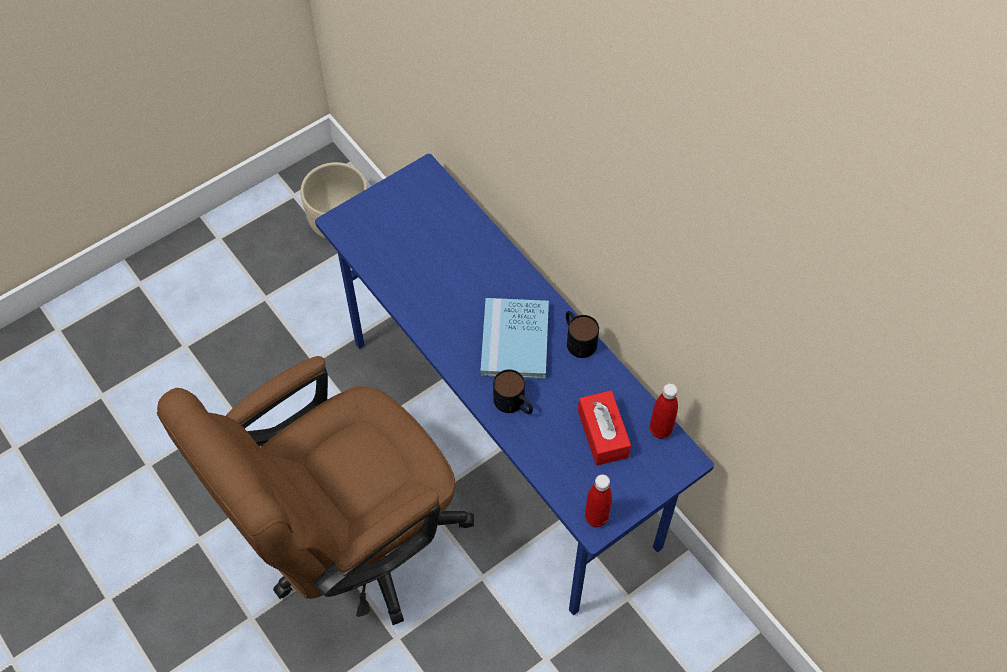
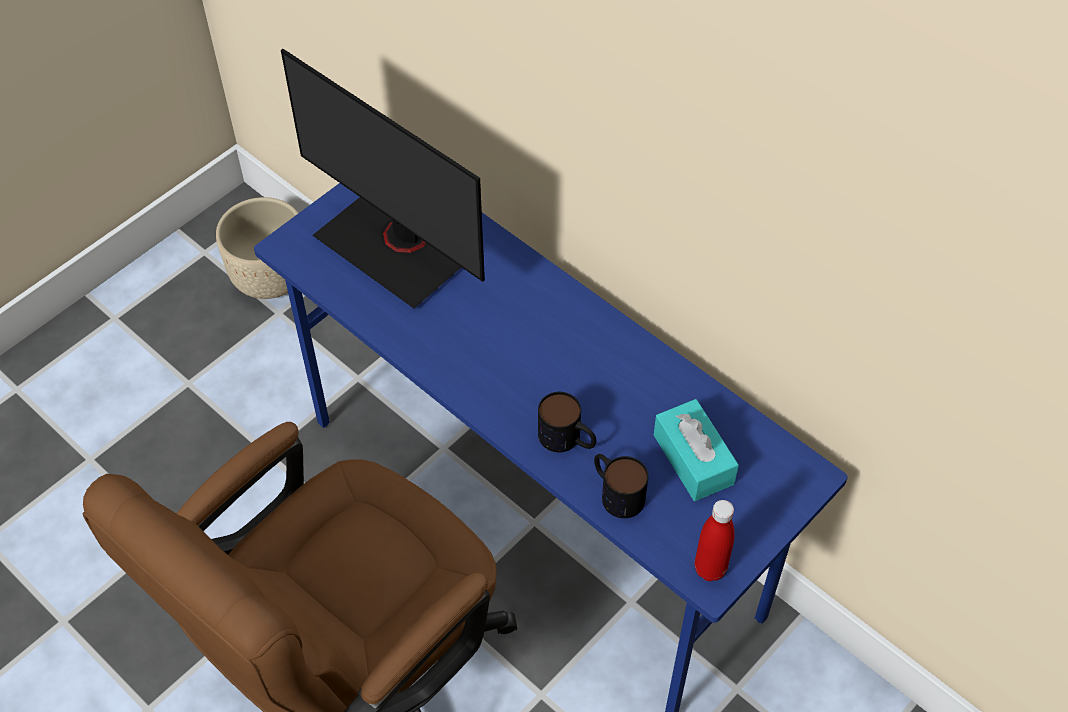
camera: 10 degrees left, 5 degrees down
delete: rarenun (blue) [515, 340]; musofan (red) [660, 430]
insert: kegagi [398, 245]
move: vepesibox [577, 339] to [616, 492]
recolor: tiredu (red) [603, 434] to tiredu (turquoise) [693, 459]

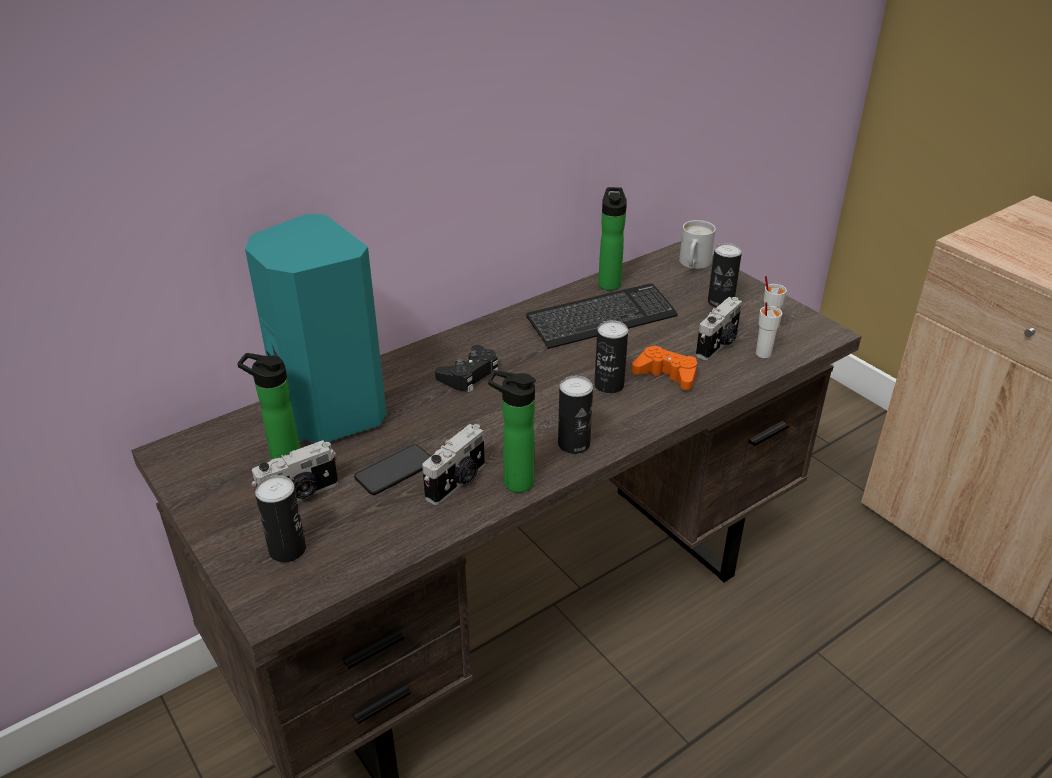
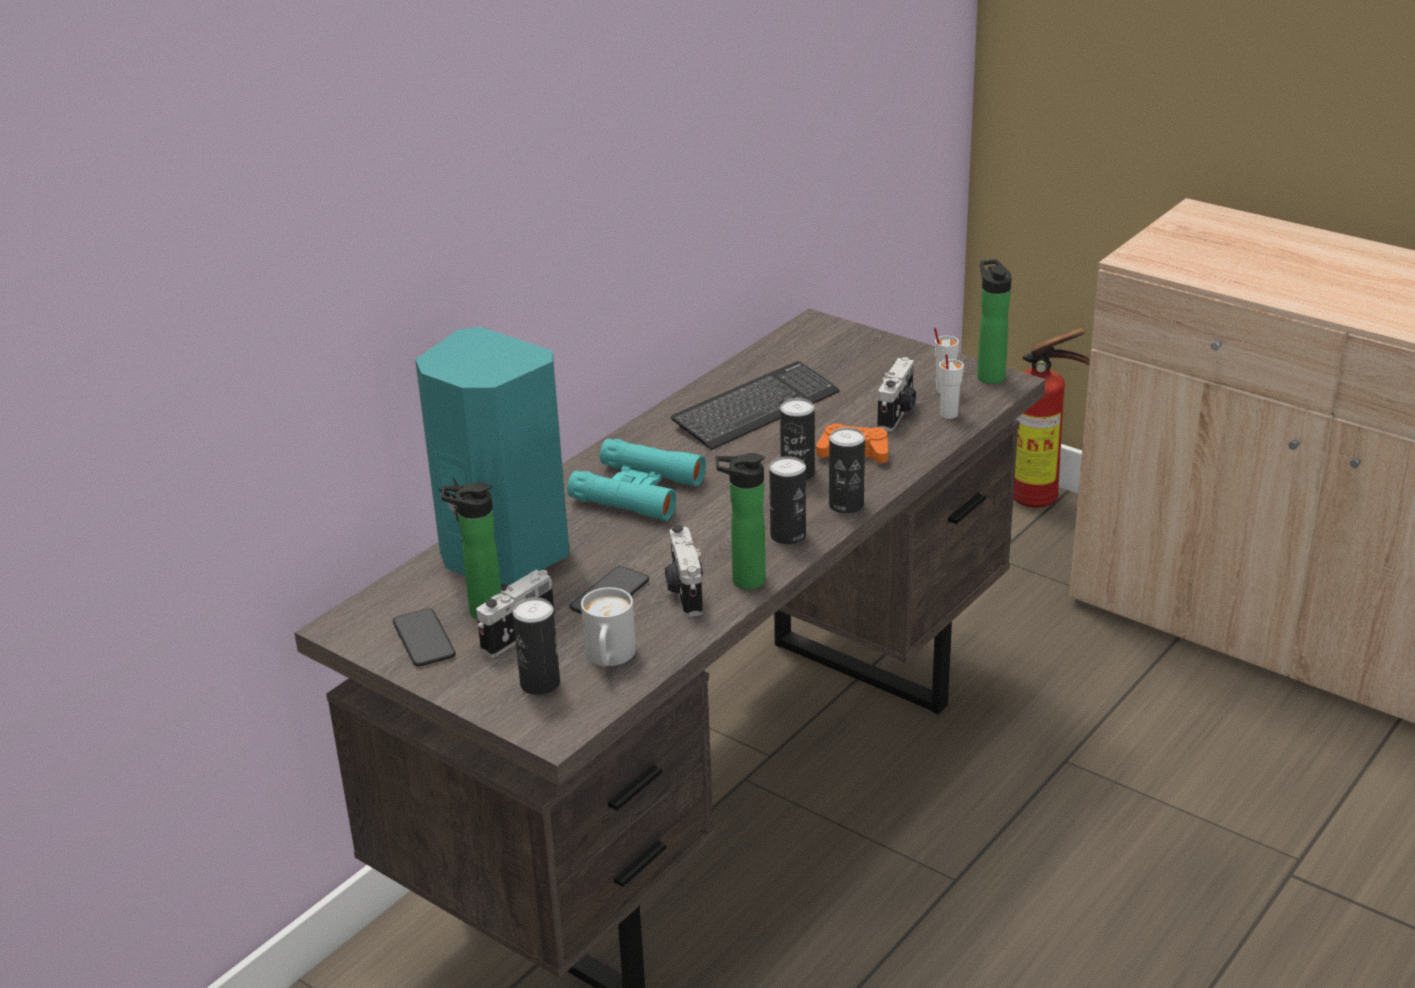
camera: 15 degrees left, 5 degrees down
insert: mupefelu [1041, 499]; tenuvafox [424, 639]
move: musofan [609, 283] to [989, 375]; vepesibox (white) [693, 264] to [609, 658]; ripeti [720, 302] to [846, 505]
replace: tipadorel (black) [470, 375] to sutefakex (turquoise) [637, 491]
rotate: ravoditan [458, 482] = [684, 592] 150 degrees clockwise

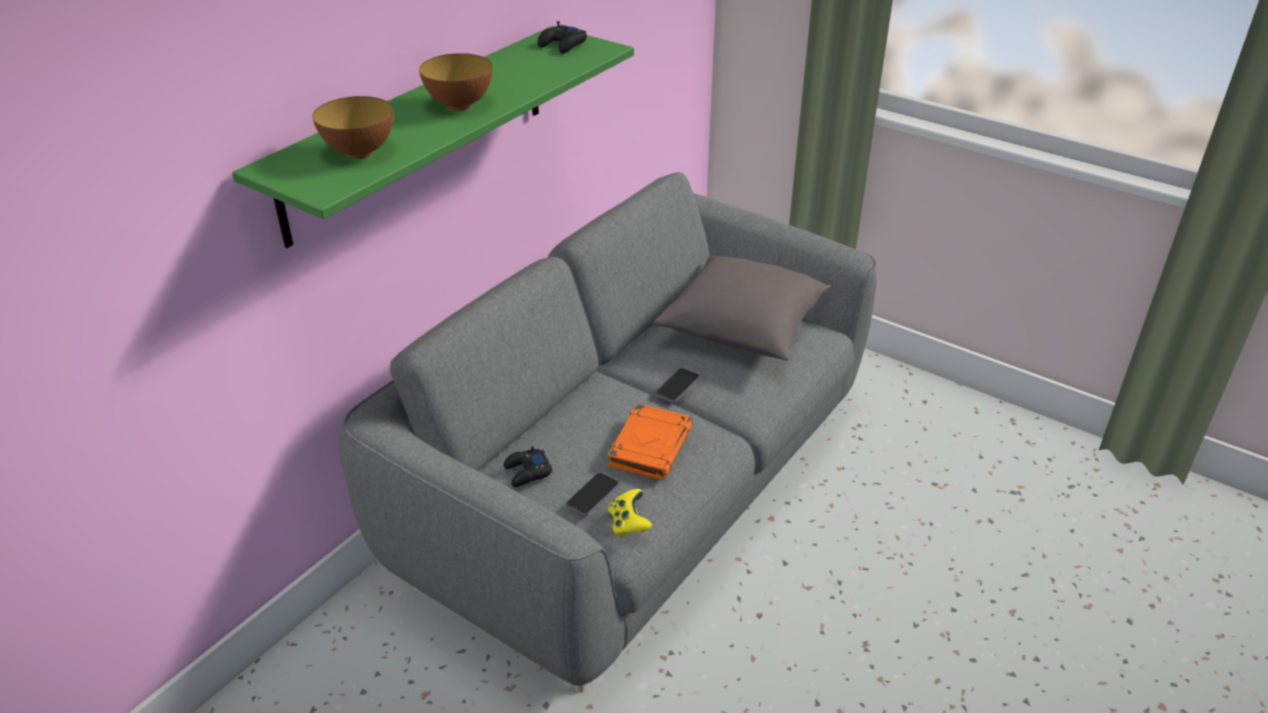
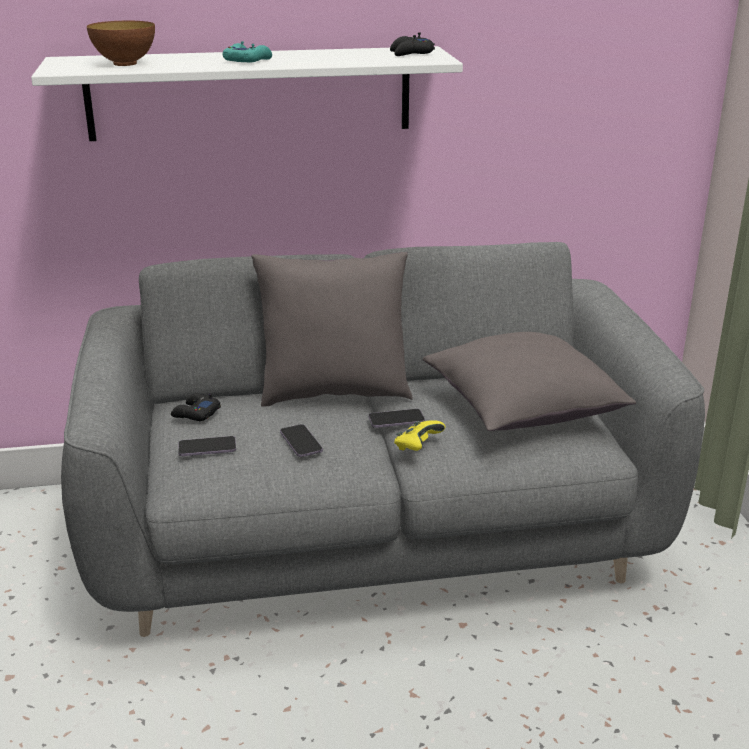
camera: 45 degrees right, 10 degrees down
insert: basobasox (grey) [334, 392]
move: tipadorel (yellow) [629, 523] to [417, 447]
replace: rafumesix [459, 105] to tipadorel (turquoise) [247, 60]; rarenun (orange) [650, 446] to tenuvafox [301, 442]
recolor: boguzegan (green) [419, 131] to boguzegan (white) [250, 93]

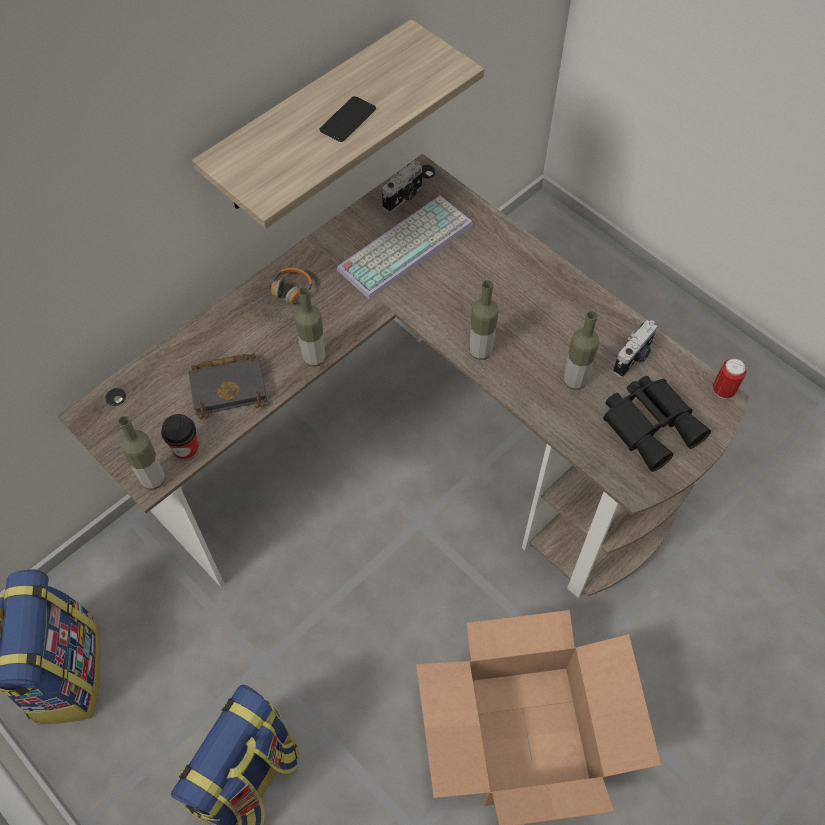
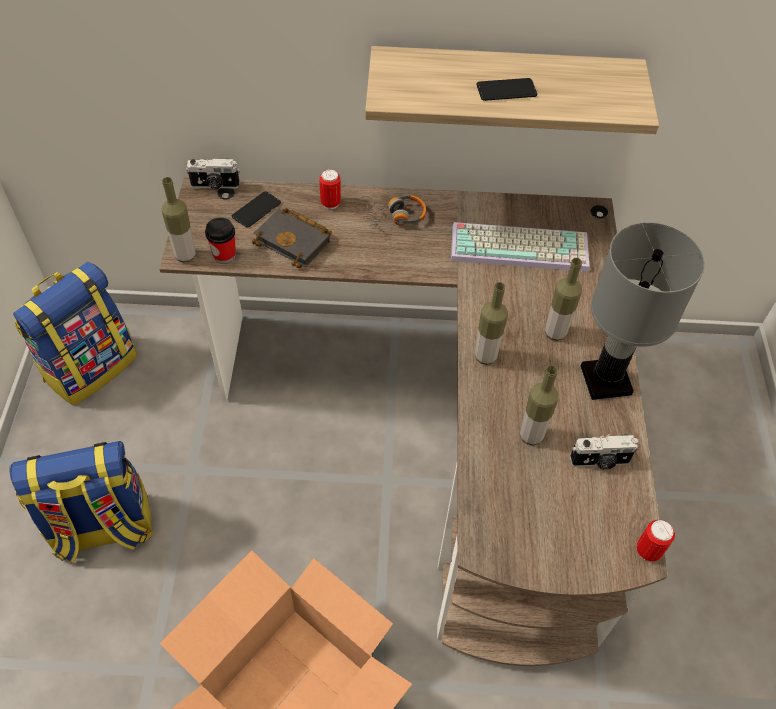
camera: 45 degrees right, 5 degrees down
delete: sutefakex (black) [651, 424]
insert: ripeti [330, 203]; tenuvafox [256, 210]; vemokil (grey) [606, 379]
move: ravoditan [404, 197] to [215, 185]; musofan [314, 358] to [555, 333]

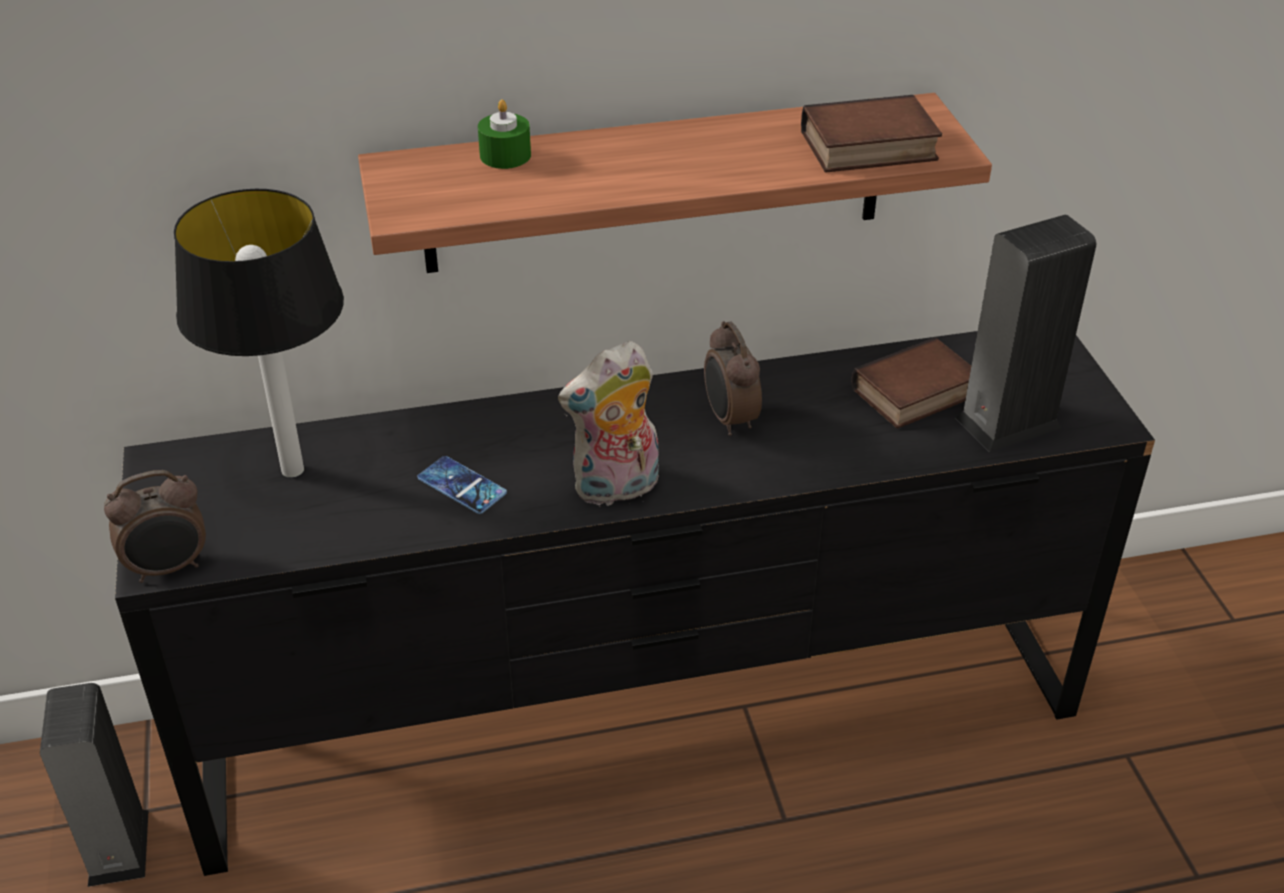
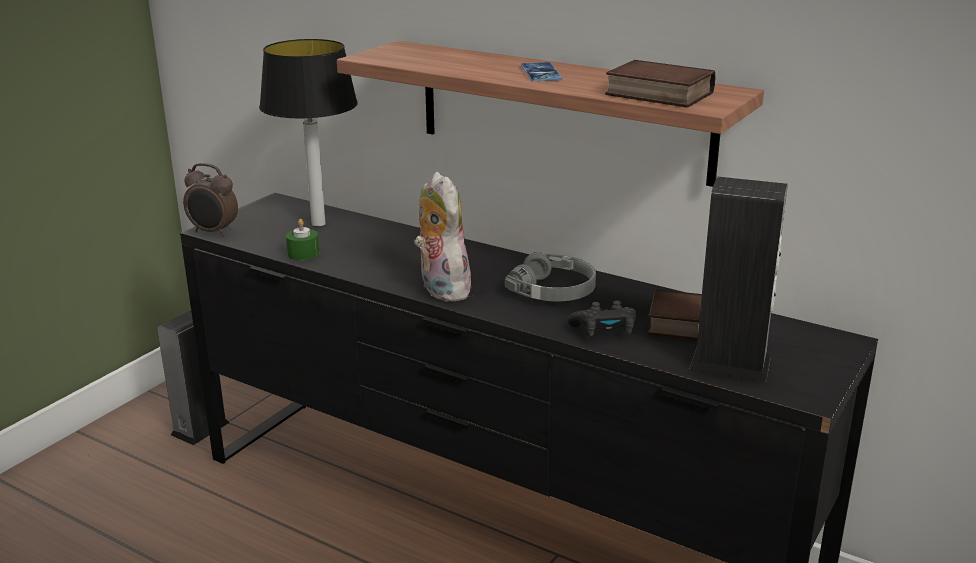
camera: 45 degrees right, 15 degrees down
insert: tipadorel (black) [605, 331]
move: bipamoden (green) [505, 155] to [303, 253]; tenuvafox [462, 485] to [541, 73]
replace: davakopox [729, 419] to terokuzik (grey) [554, 290]
rotate: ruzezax [616, 489] = [440, 289] 45 degrees clockwise

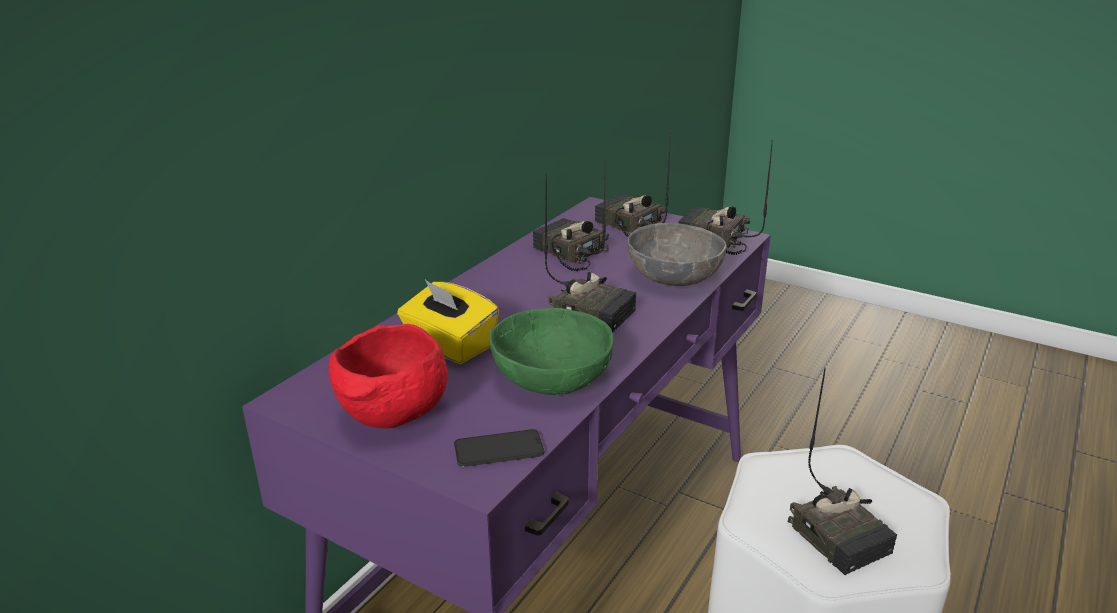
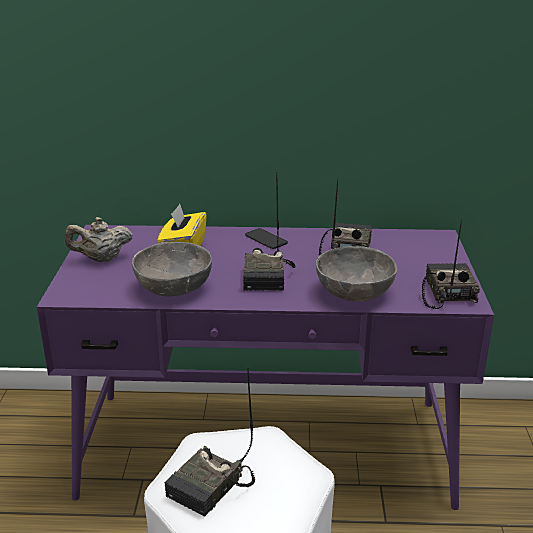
camera: 60 degrees right, 0 degrees up
delete: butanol [629, 226]
move: tenuvafox [499, 449] to [266, 239]
replace: rafumesix (red) [393, 417] to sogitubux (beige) [101, 259]
recolor: rafumesix (green) [551, 378] to rafumesix (grey) [174, 287]

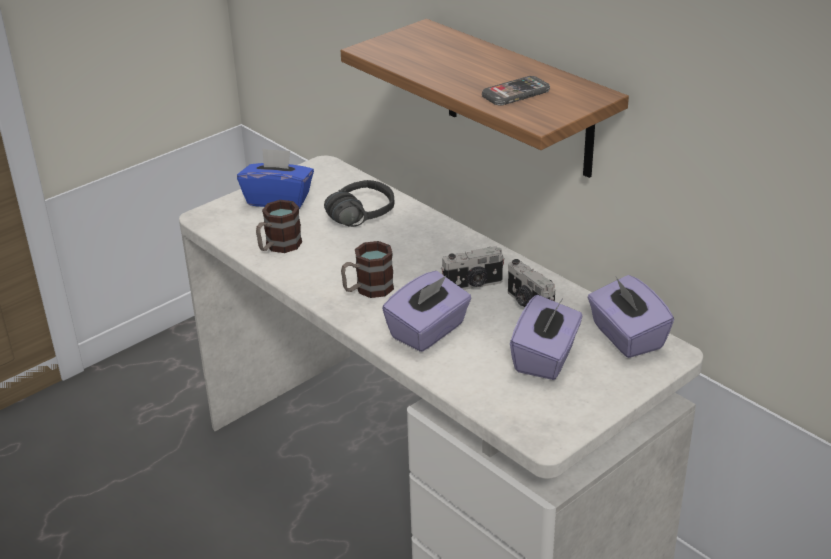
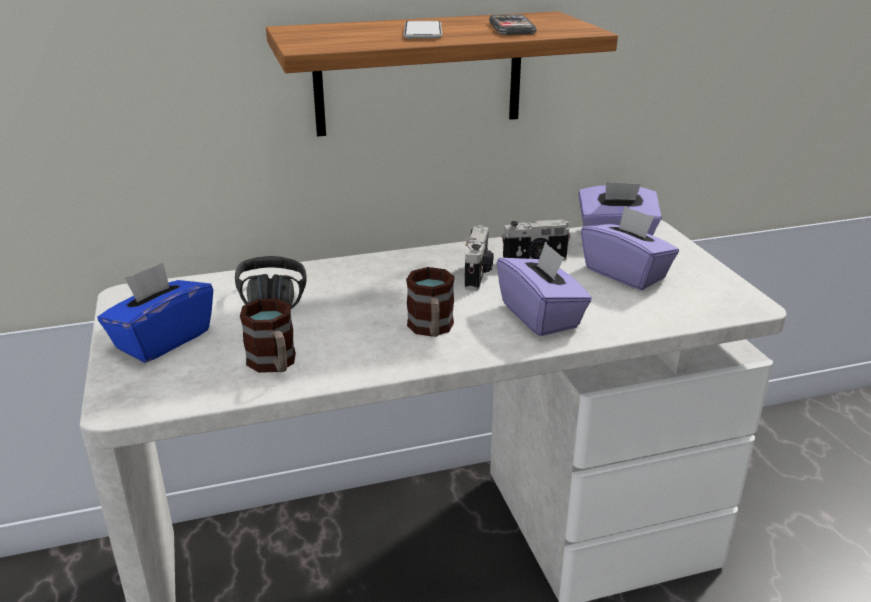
camera: 65 degrees left, 5 degrees down
insert: tenuvafox [423, 32]

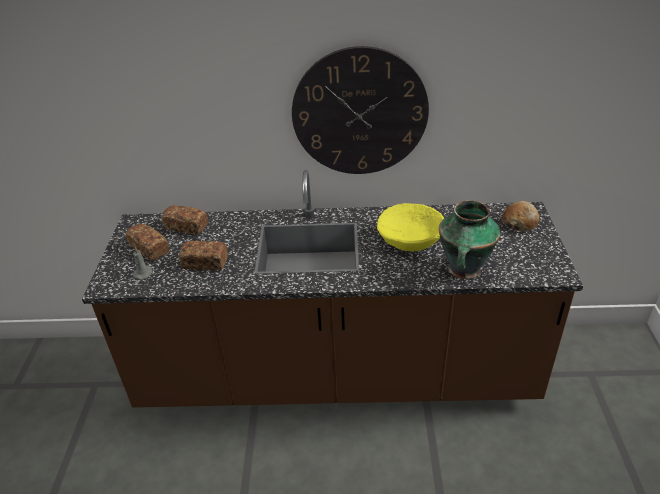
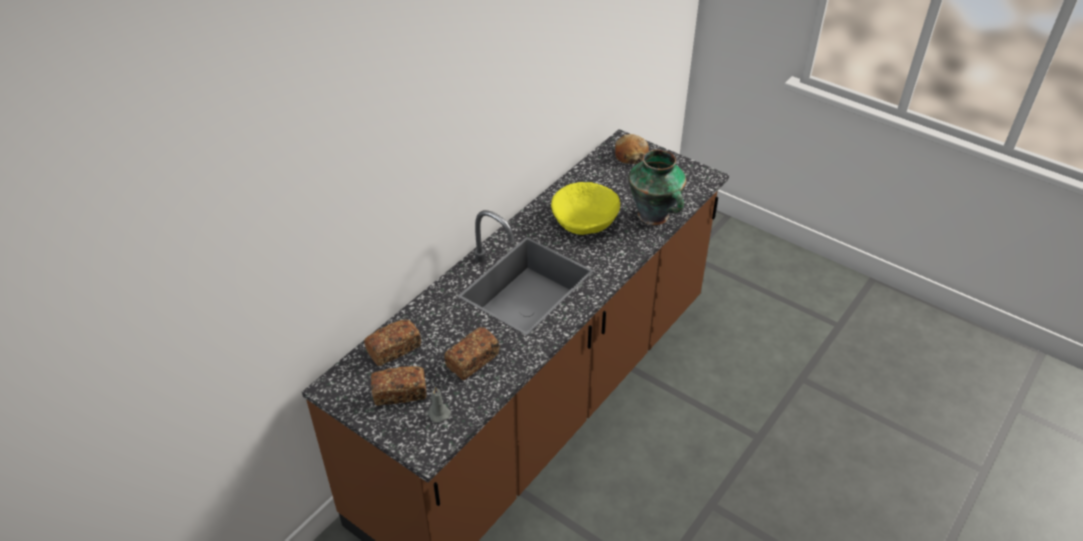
camera: 55 degrees left, 5 degrees up
delete: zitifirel [359, 113]

